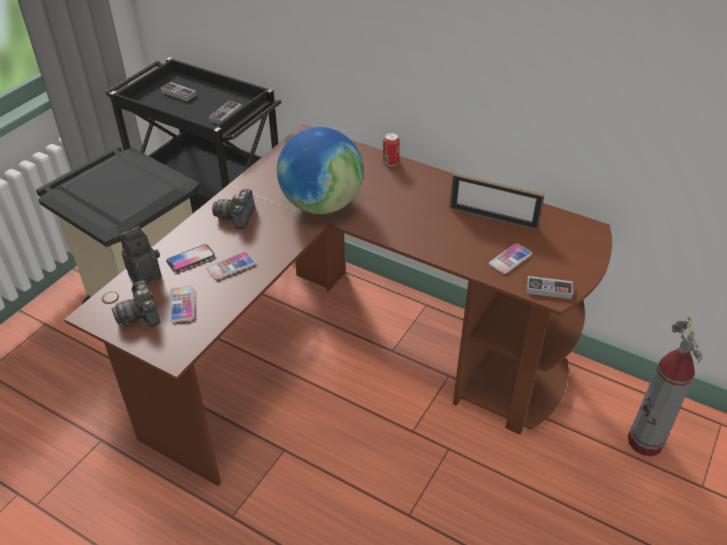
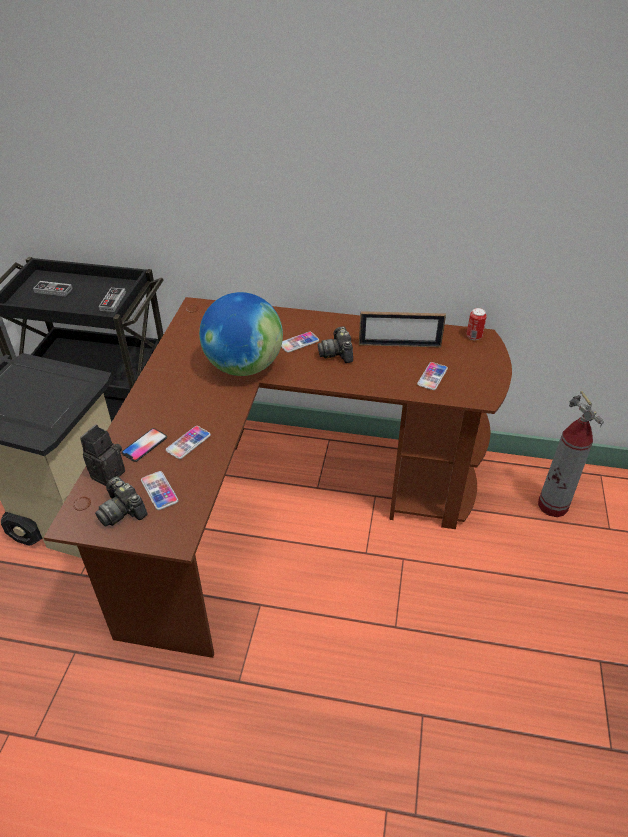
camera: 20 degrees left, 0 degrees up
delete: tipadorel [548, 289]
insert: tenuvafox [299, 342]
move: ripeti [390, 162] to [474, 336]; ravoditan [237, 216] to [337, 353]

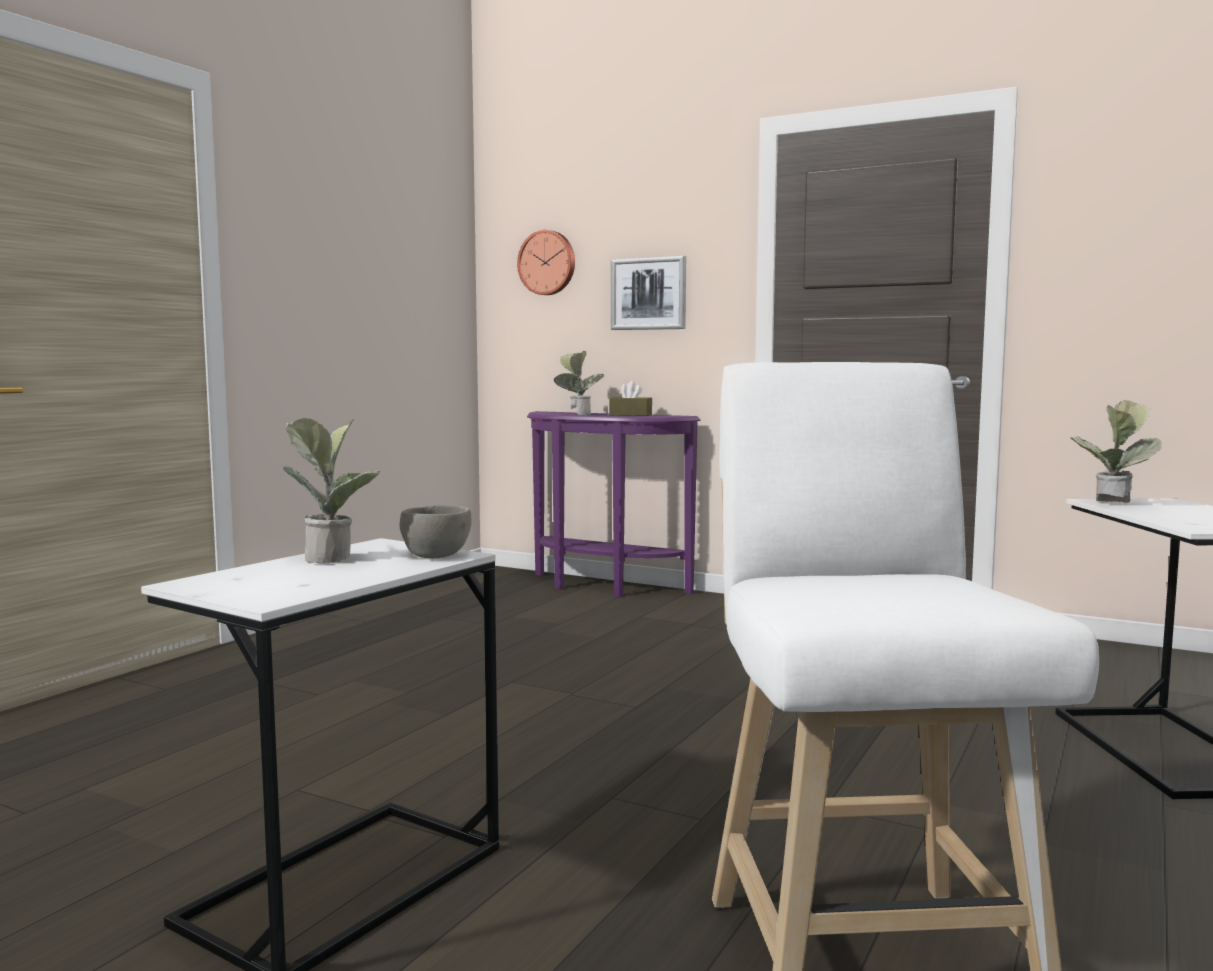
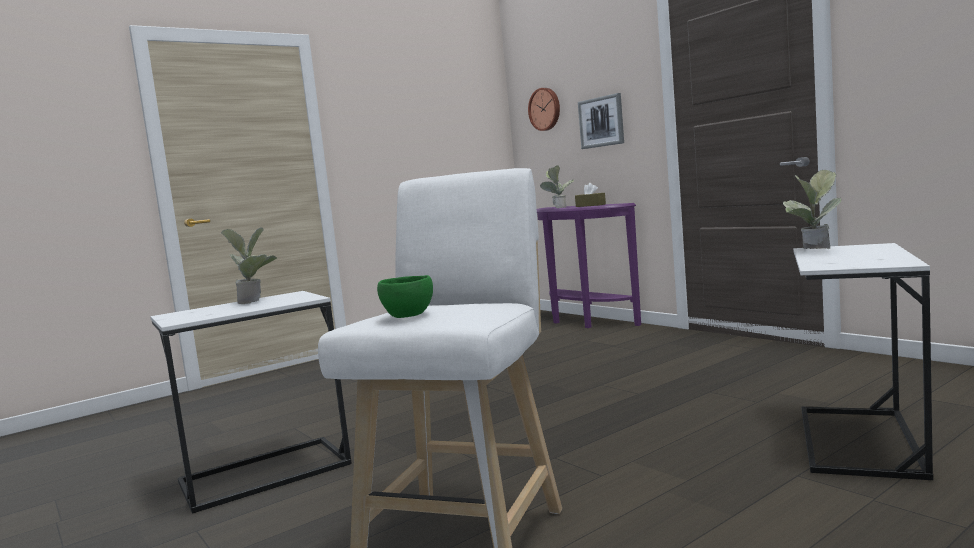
camera: 25 degrees right, 0 degrees up
delete: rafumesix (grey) [436, 555]
insert: rafumesix (green) [410, 315]

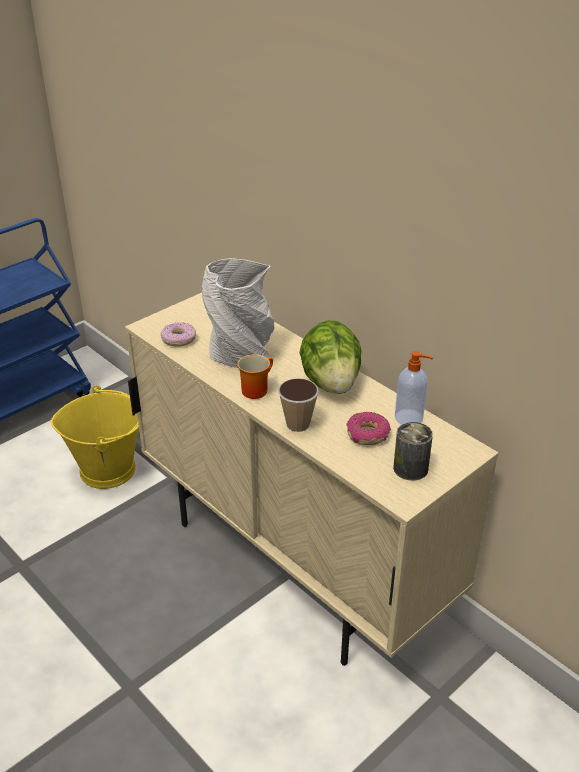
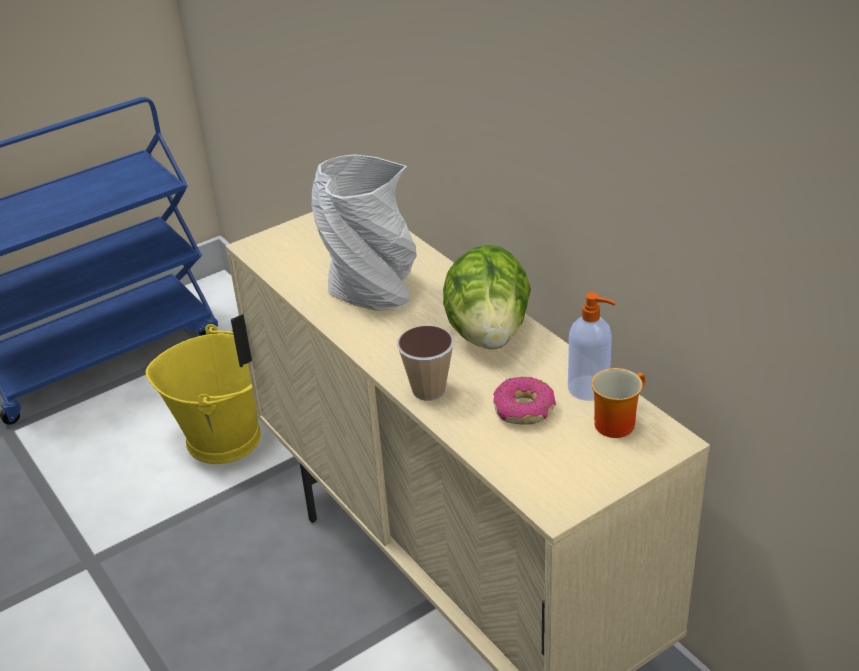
camera: 10 degrees right, 0 degrees up
delete: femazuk [178, 339]; ripeti [410, 468]
move: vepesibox [255, 389] to [615, 421]

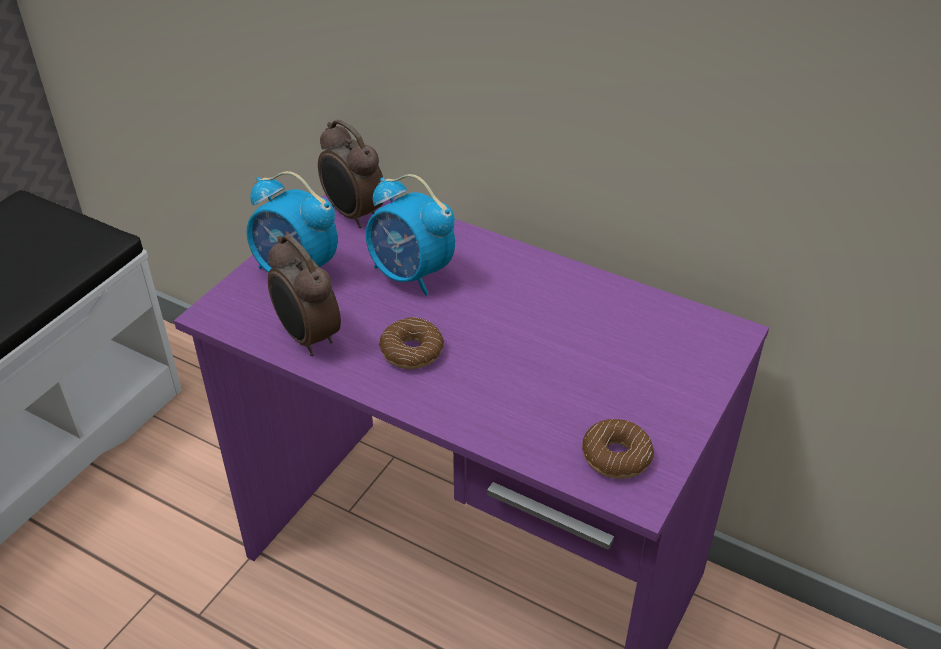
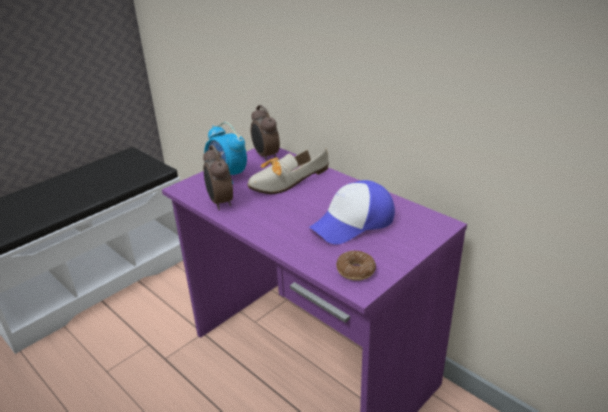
camera: 15 degrees right, 10 degrees down
delete: femazuk [411, 351]
insert: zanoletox [353, 223]
replace: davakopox [411, 275] to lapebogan [282, 182]

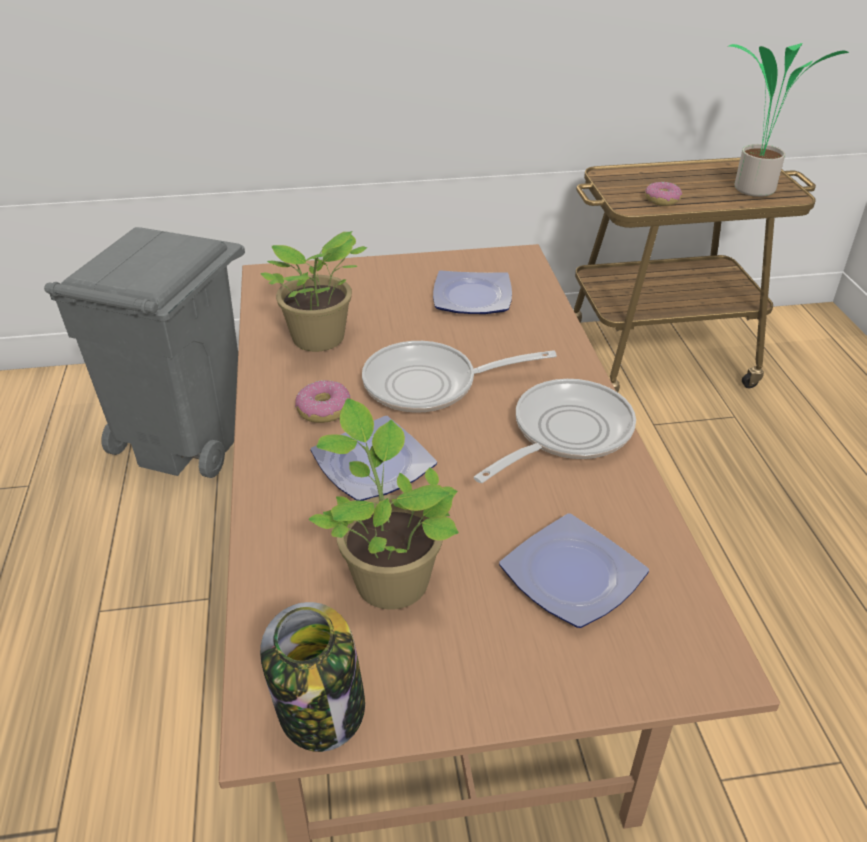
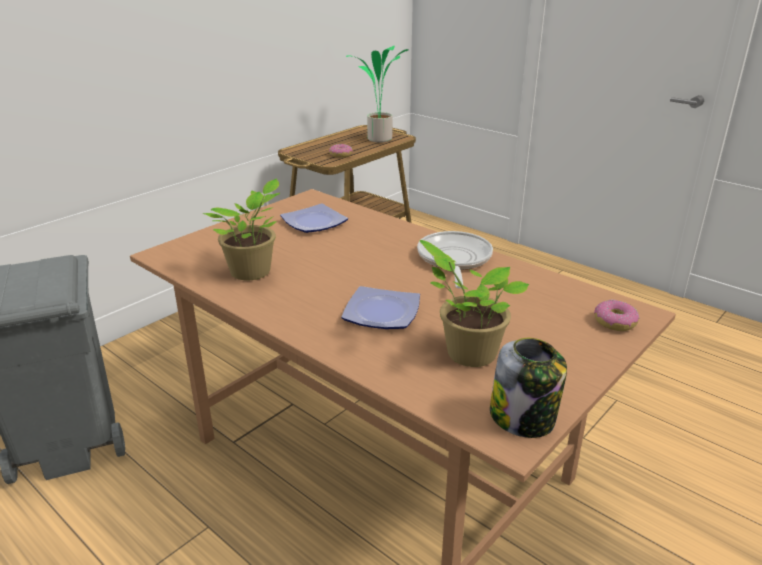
camera: 40 degrees left, 10 degrees down
delete: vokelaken [430, 384]; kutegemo [572, 578]
move: femazuk [324, 409] to [614, 322]

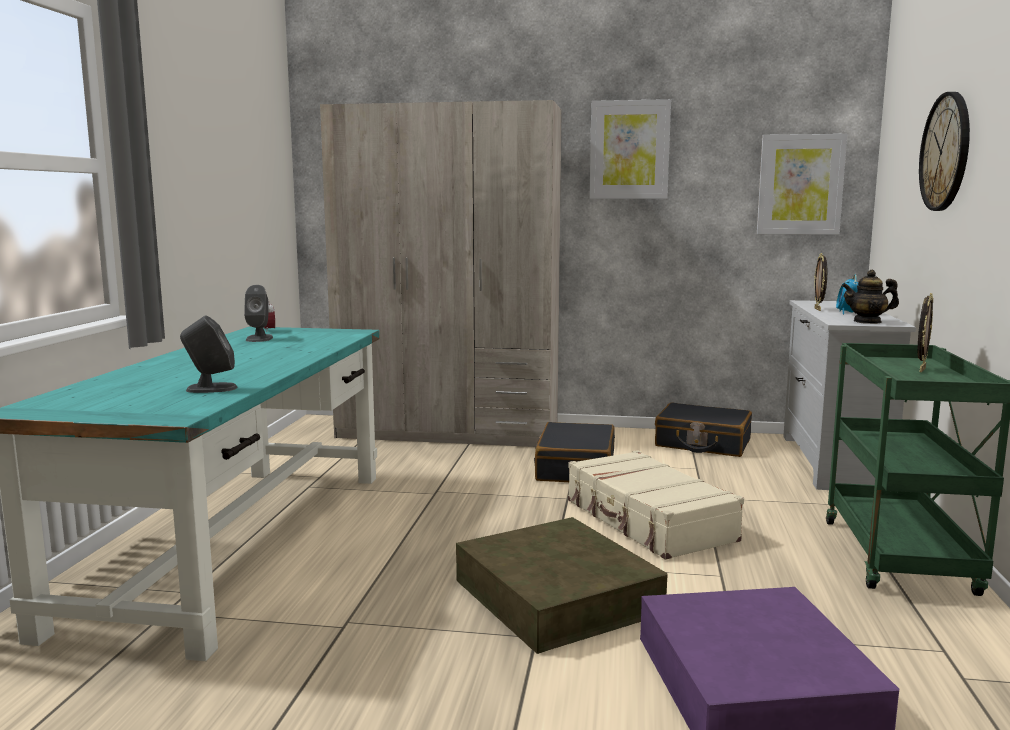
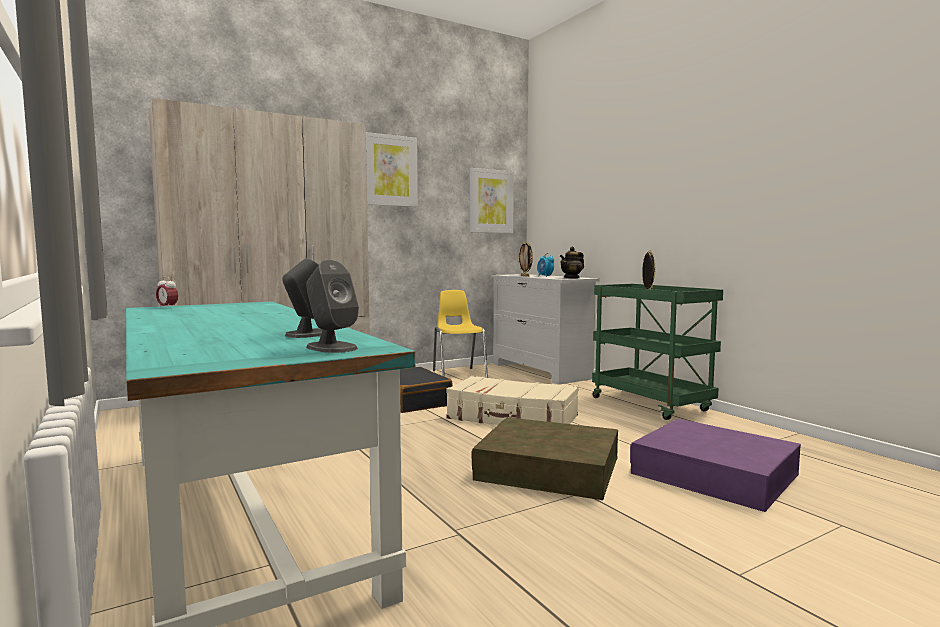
camera: 40 degrees left, 5 degrees down
delete: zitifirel [946, 152]
move: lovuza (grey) [259, 338] to [331, 347]
replace: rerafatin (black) [702, 443] to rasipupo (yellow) [459, 374]

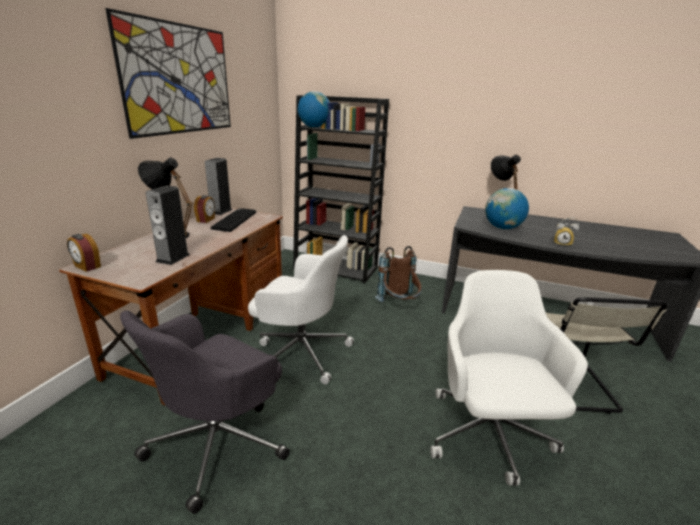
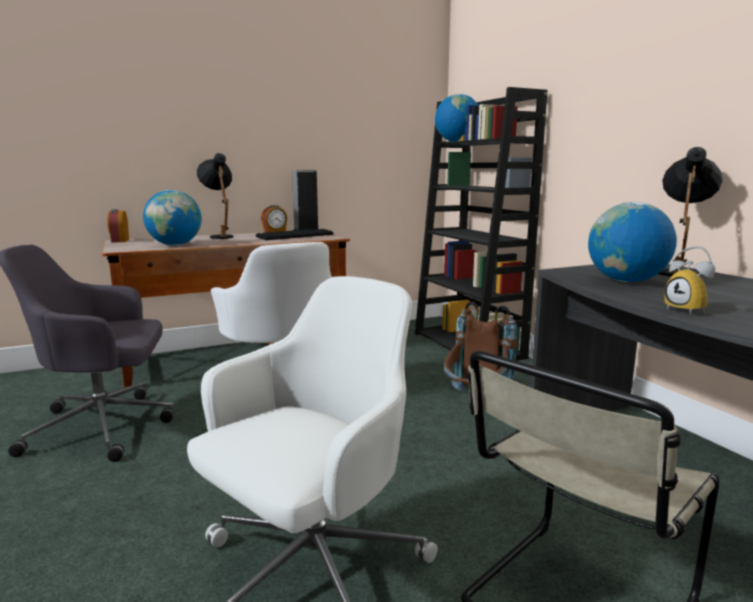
camera: 45 degrees right, 10 degrees down
delete: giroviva [180, 79]
replace: lovuza [173, 258] to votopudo [175, 245]

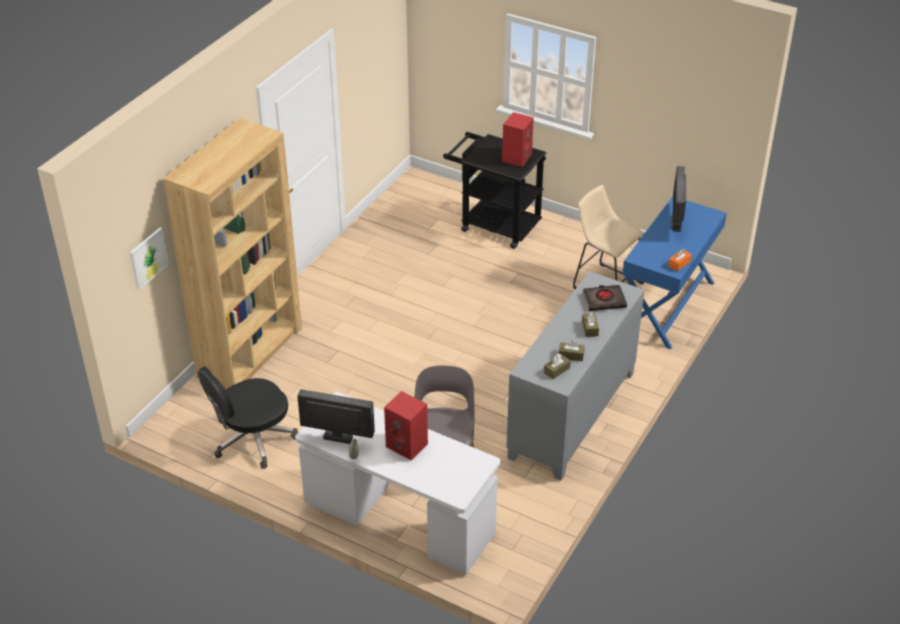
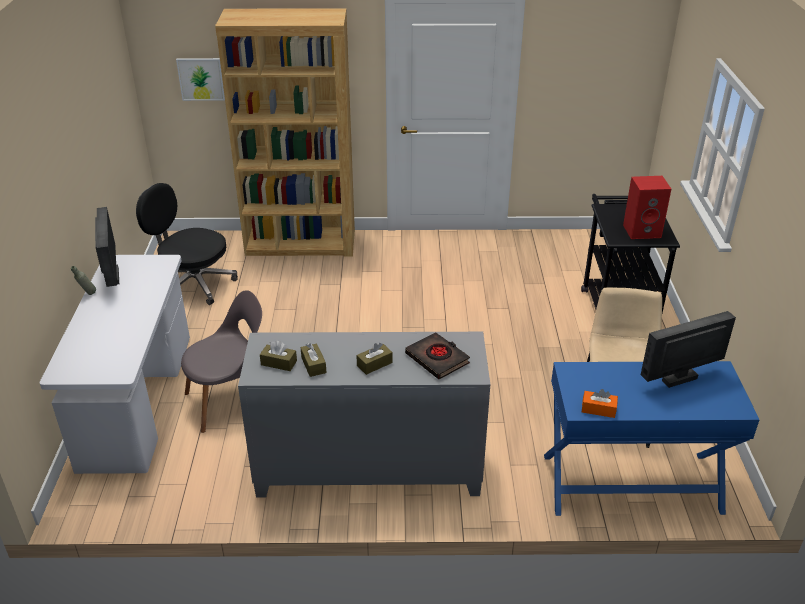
camera: 60 degrees right, 5 degrees down
delete: lovuza (red) [408, 445]

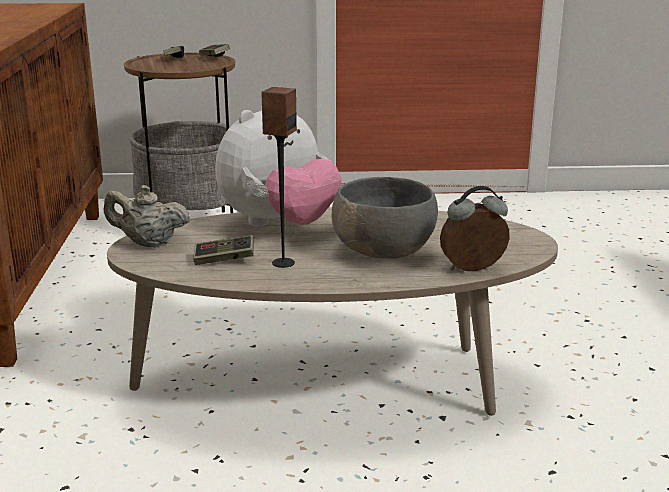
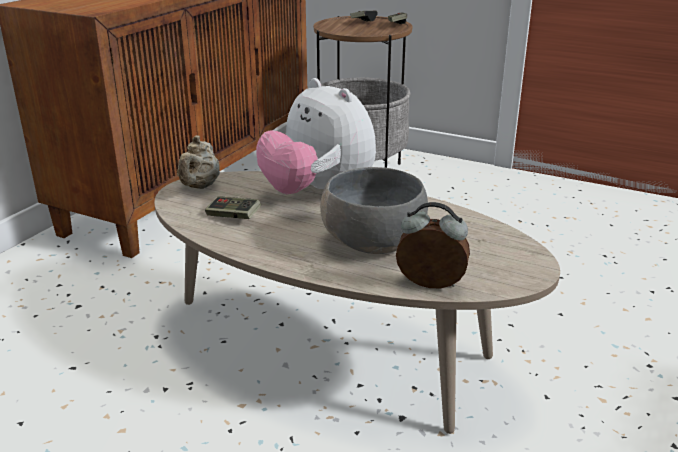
camera: 30 degrees right, 5 degrees up
delete: lovuza [282, 263]
rotate: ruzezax [279, 225] = [317, 194] 60 degrees clockwise; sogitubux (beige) [148, 243] = [199, 186] 120 degrees counterclockwise

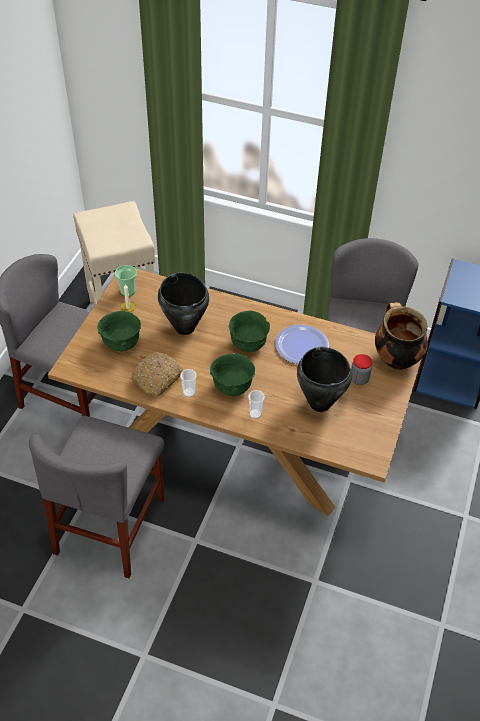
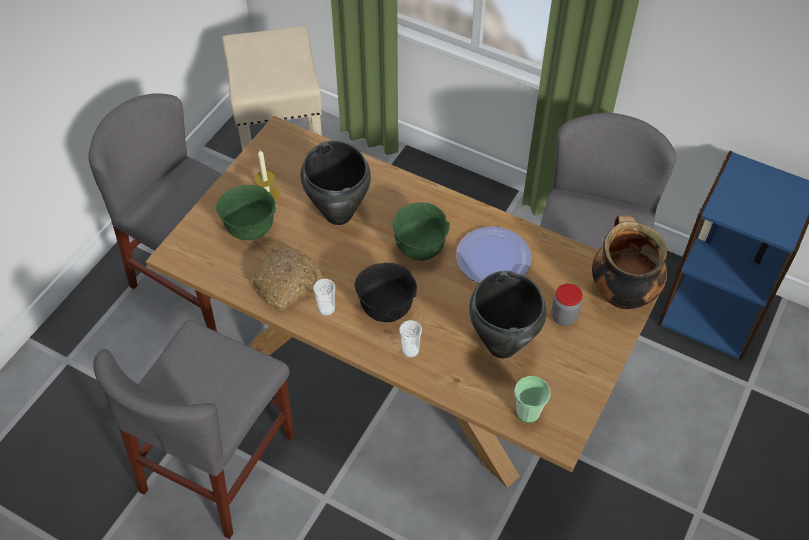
camera: 10 degrees right, 5 degrees up
move: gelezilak [127, 291] to [528, 412]
recolor: rafumesix (green) [232, 387] to rafumesix (black) [386, 308]

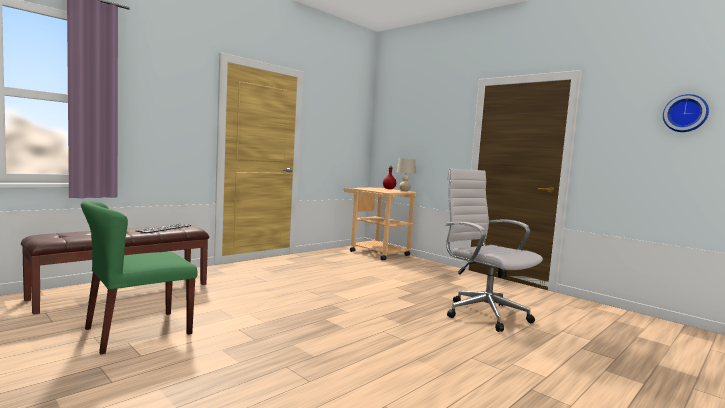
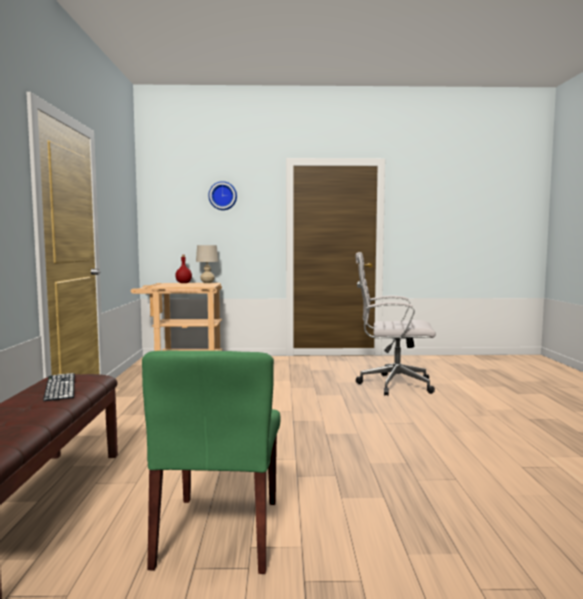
camera: 45 degrees left, 0 degrees up
move: zitifirel [685, 113] to [223, 196]

